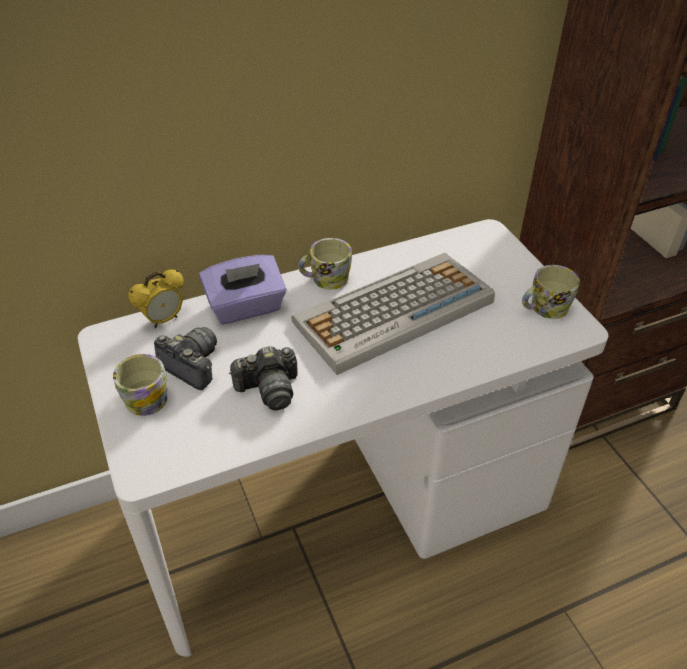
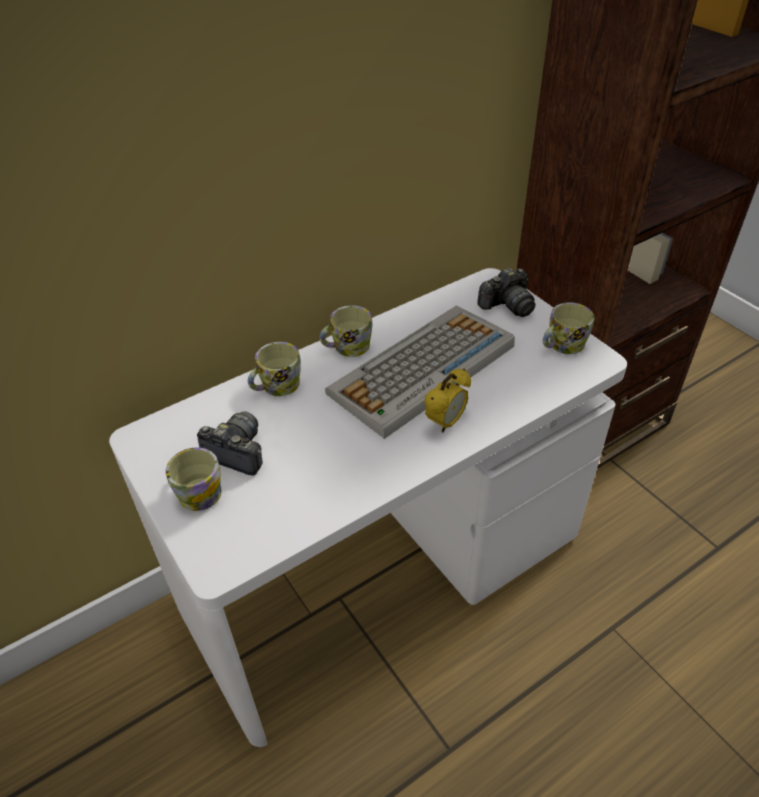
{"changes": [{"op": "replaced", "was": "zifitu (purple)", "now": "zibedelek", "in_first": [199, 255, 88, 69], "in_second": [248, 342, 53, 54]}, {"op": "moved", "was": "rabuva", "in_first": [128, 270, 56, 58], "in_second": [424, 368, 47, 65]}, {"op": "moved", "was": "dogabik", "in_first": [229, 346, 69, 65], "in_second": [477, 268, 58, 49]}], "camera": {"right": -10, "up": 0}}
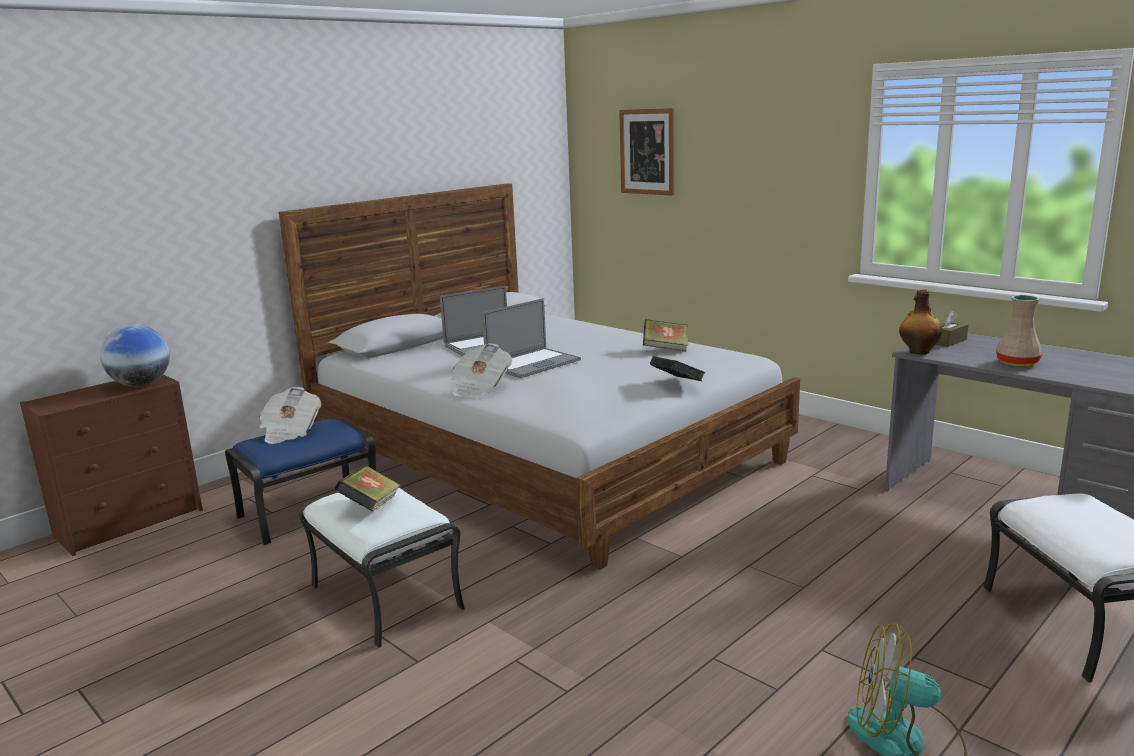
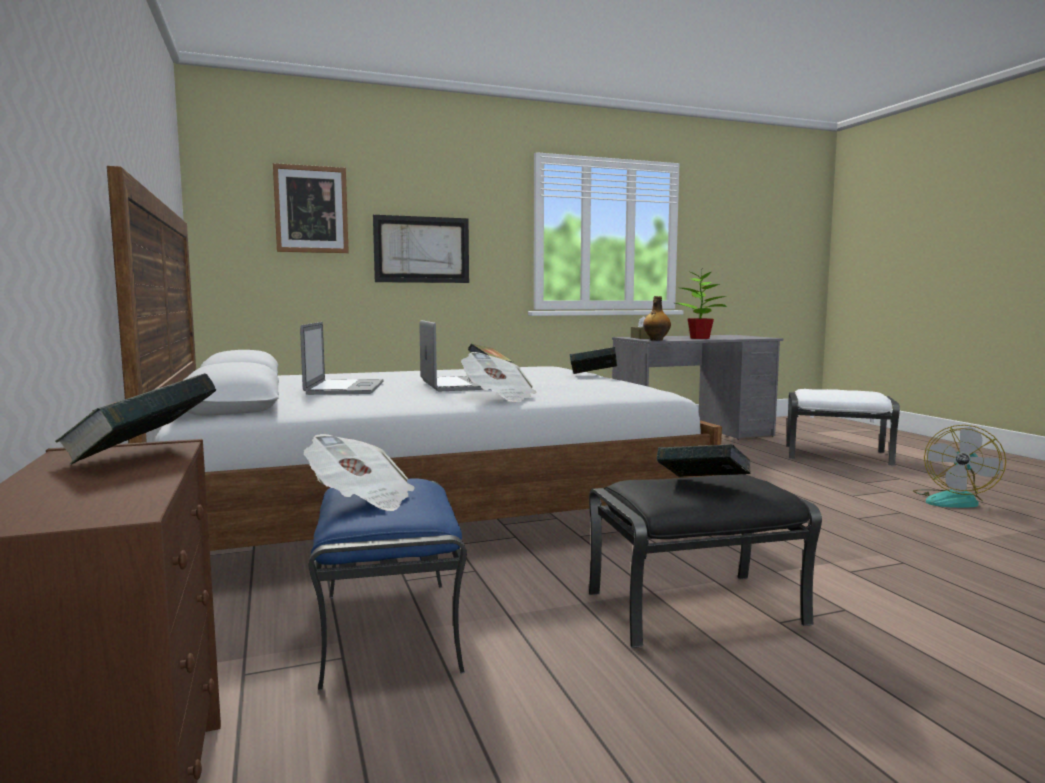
{"changes": [{"op": "replaced", "was": "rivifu", "now": "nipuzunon", "in_first": [100, 324, 70, 63], "in_second": [55, 373, 161, 92]}, {"op": "added", "now": "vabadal", "in_second": [373, 215, 96, 68]}, {"op": "recoloured", "was": "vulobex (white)", "now": "vulobex (black)", "in_first": [299, 487, 166, 161], "in_second": [589, 474, 233, 174]}, {"op": "replaced", "was": "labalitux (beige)", "now": "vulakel", "in_first": [996, 295, 46, 71], "in_second": [675, 270, 52, 69]}], "camera": {"right": -65, "up": -10}}
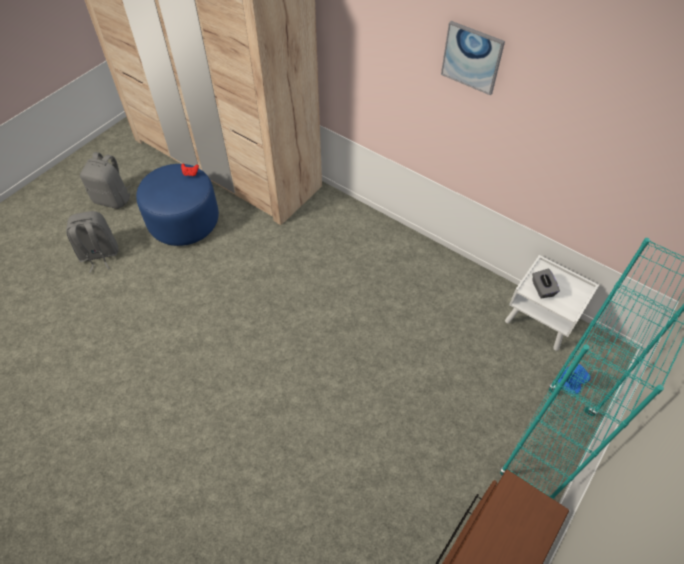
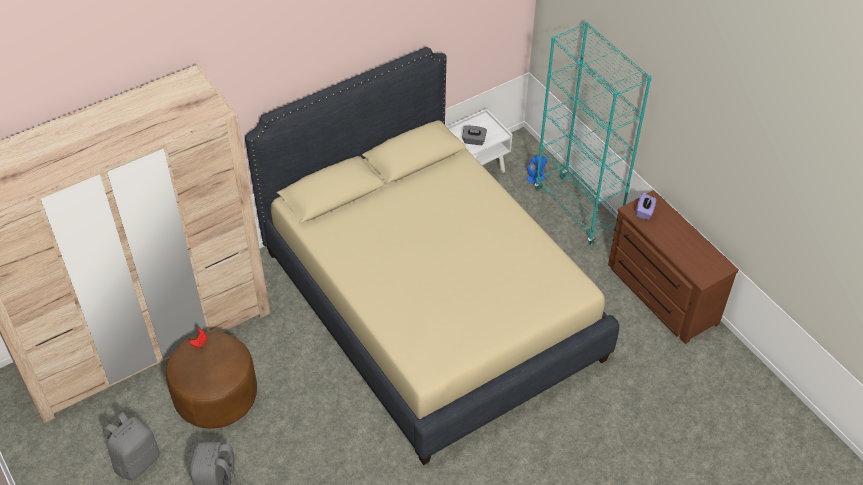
{"changes": [{"op": "recoloured", "was": "vulobex (blue)", "now": "vulobex (brown)", "in_first": [136, 164, 83, 82], "in_second": [166, 332, 91, 97]}, {"op": "added", "now": "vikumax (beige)", "in_second": [245, 47, 374, 418]}, {"op": "added", "now": "zifitu (purple)", "in_second": [636, 193, 20, 27]}, {"op": "removed", "was": "vabadal", "in_first": [441, 21, 64, 74]}], "camera": {"right": -70, "up": -5}}
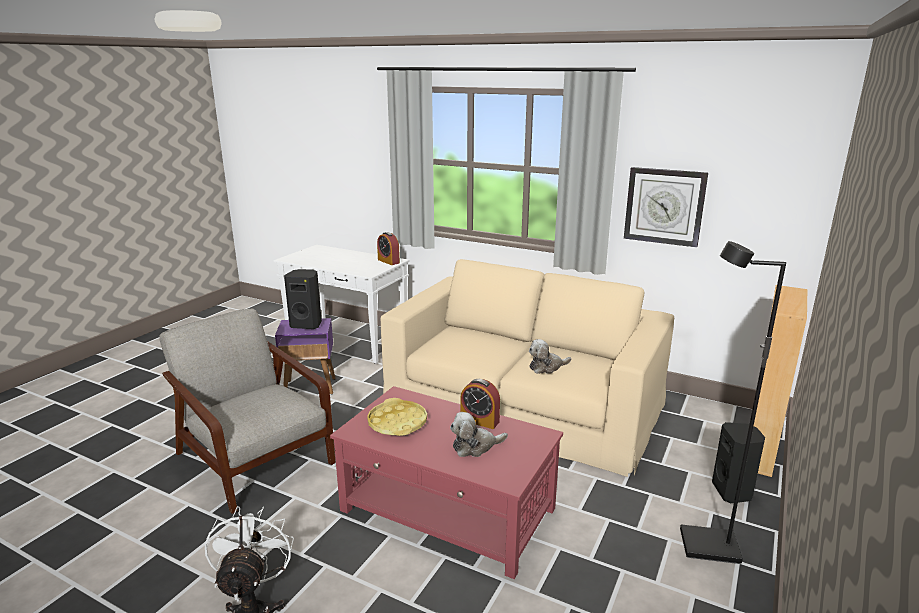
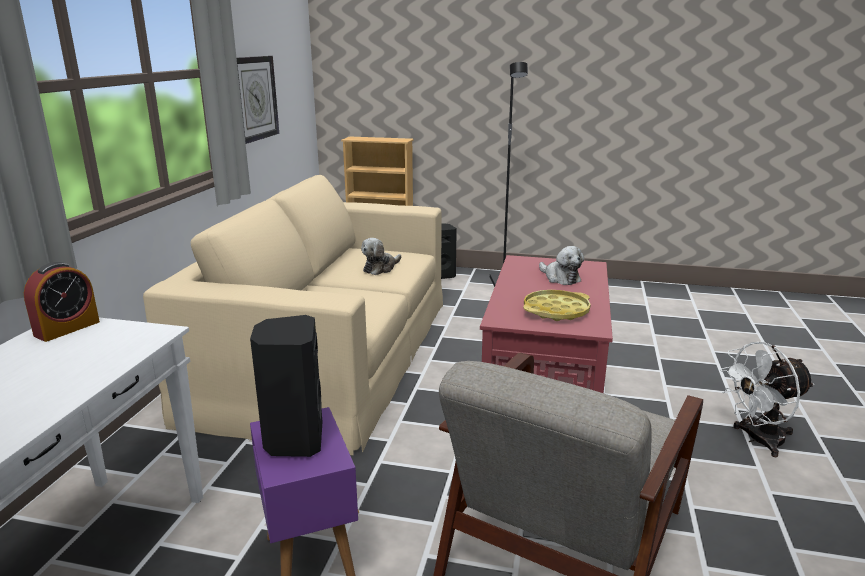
{"changes": [{"op": "turned", "was": "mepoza", "in_first": [529, 339, 42, 35], "in_second": [361, 238, 40, 37], "clockwise": 75}, {"op": "removed", "was": "rabuva", "in_first": [460, 379, 40, 50]}], "camera": {"right": -105, "up": 0}}
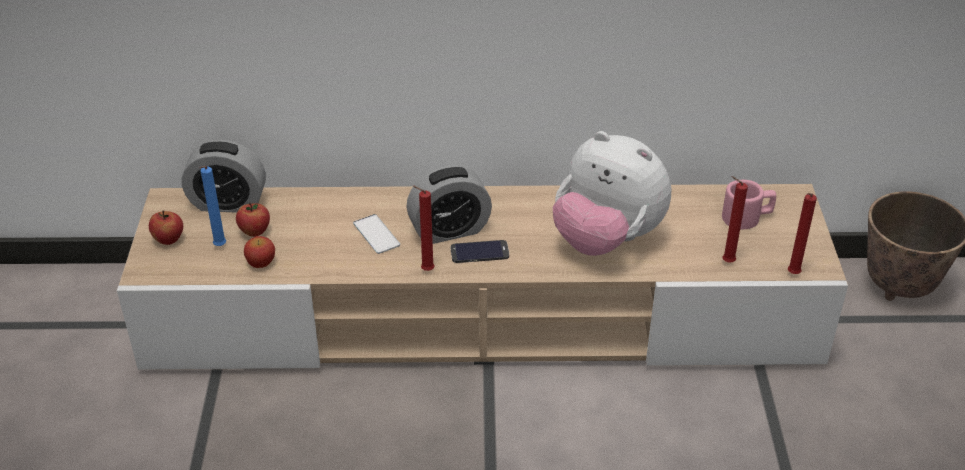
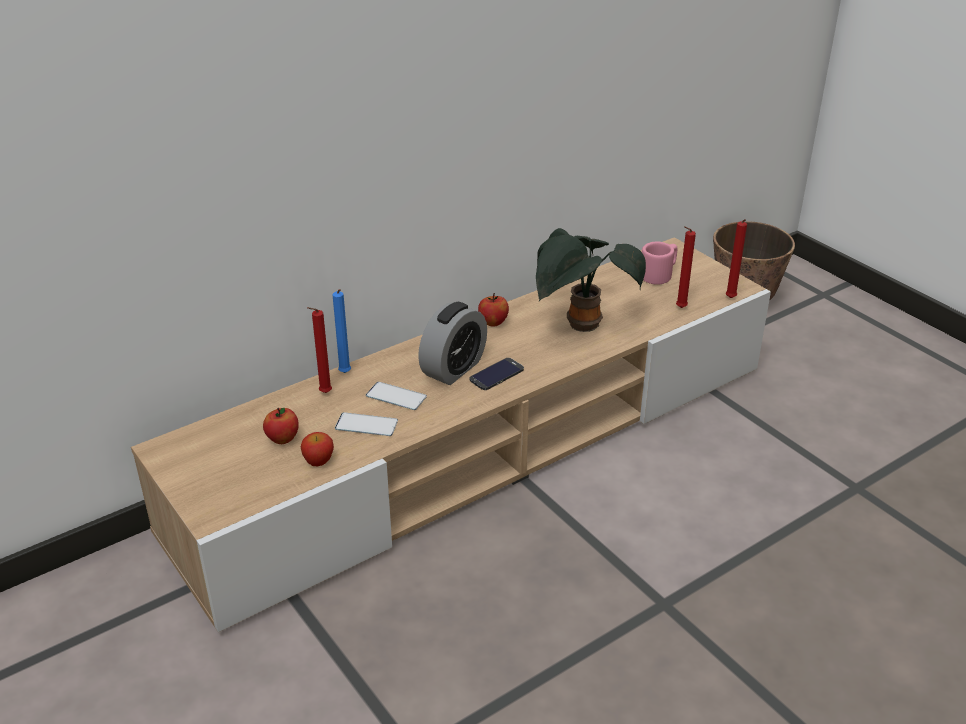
{"changes": [{"op": "moved", "was": "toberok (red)", "in_first": [413, 186, 22, 85], "in_second": [307, 307, 25, 86]}, {"op": "moved", "was": "toberok (blue)", "in_first": [200, 166, 26, 80], "in_second": [333, 289, 18, 84]}, {"op": "added", "now": "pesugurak", "in_second": [335, 412, 63, 24]}, {"op": "moved", "was": "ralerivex", "in_first": [149, 210, 34, 35], "in_second": [478, 293, 31, 34]}, {"op": "replaced", "was": "mepoza", "now": "vulakel", "in_first": [553, 131, 118, 125], "in_second": [536, 228, 110, 104]}, {"op": "removed", "was": "rabuva", "in_first": [182, 140, 84, 73]}], "camera": {"right": -35, "up": -5}}
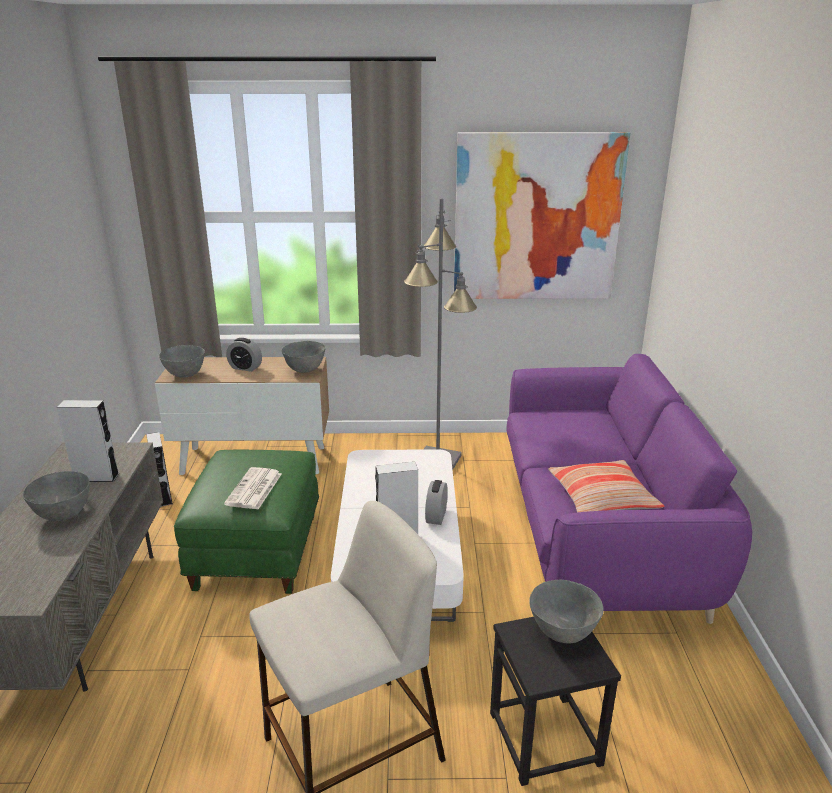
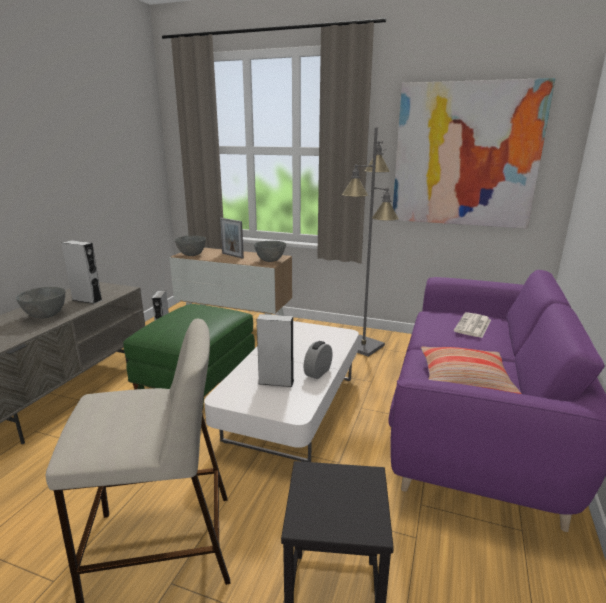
{"changes": [{"op": "replaced", "was": "rabuva", "now": "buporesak", "in_first": [226, 338, 36, 34], "in_second": [220, 218, 24, 41]}, {"op": "moved", "was": "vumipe", "in_first": [224, 467, 57, 42], "in_second": [454, 312, 37, 26]}, {"op": "removed", "was": "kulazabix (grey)", "in_first": [529, 580, 75, 64]}], "camera": {"right": 20, "up": -5}}
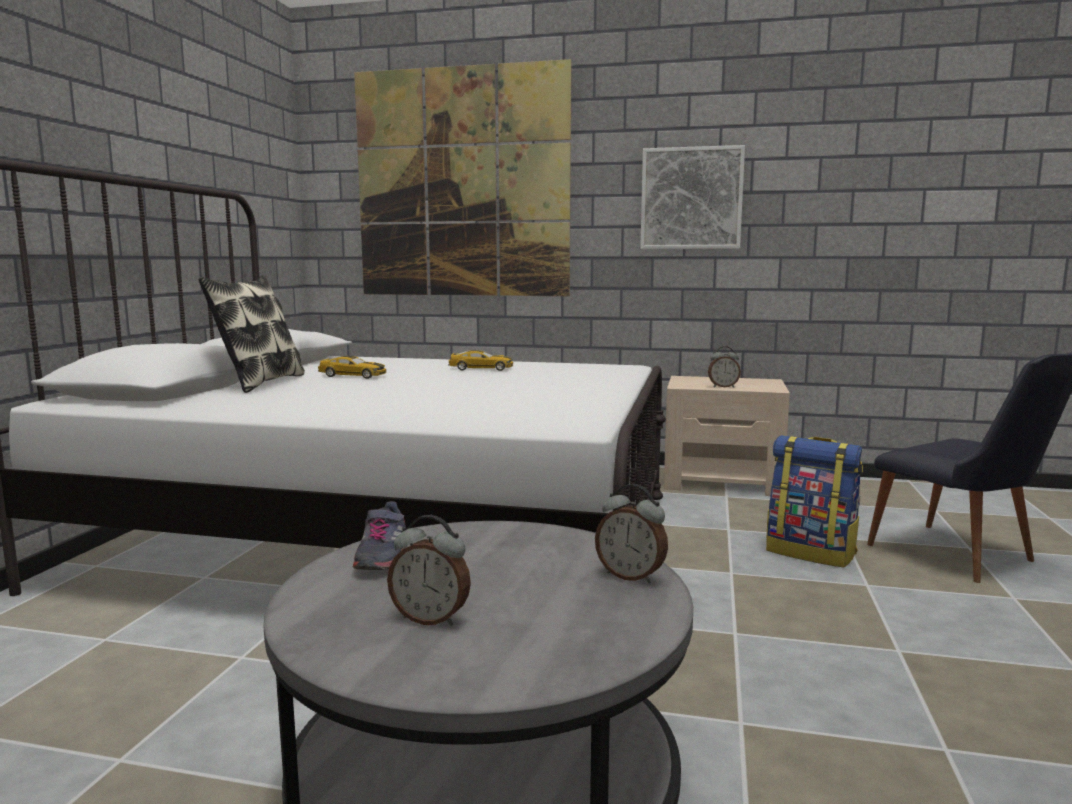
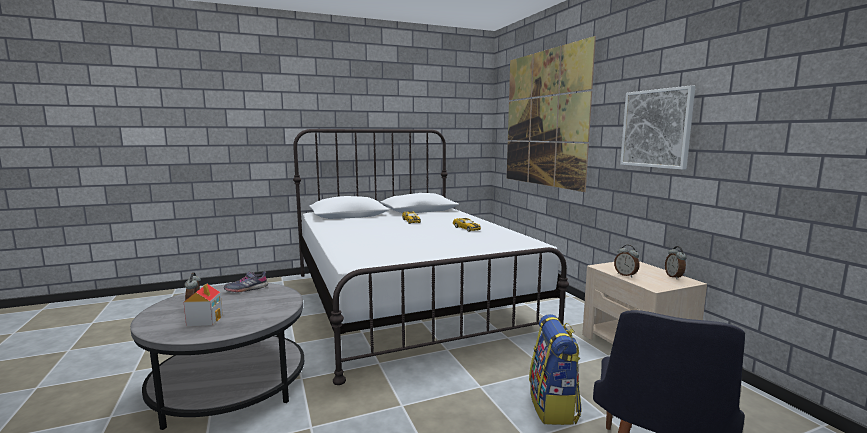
{"changes": [{"op": "added", "now": "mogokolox", "in_second": [184, 284, 39, 42]}, {"op": "moved", "was": "rabuva", "in_first": [595, 484, 73, 99], "in_second": [665, 246, 22, 33]}, {"op": "removed", "was": "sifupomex", "in_first": [198, 275, 107, 118]}], "camera": {"right": 55, "up": 0}}
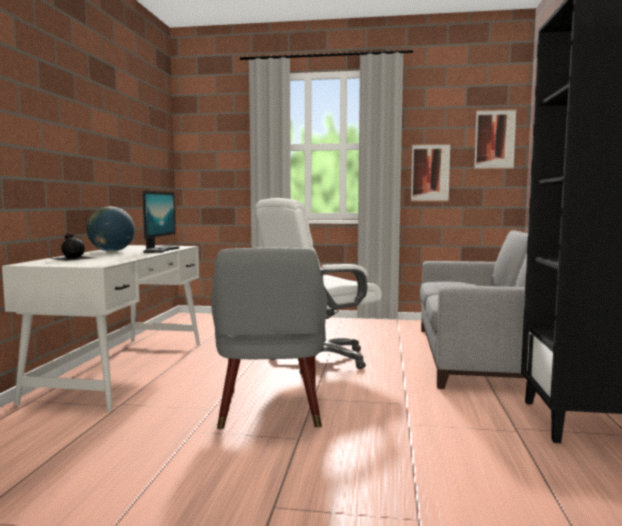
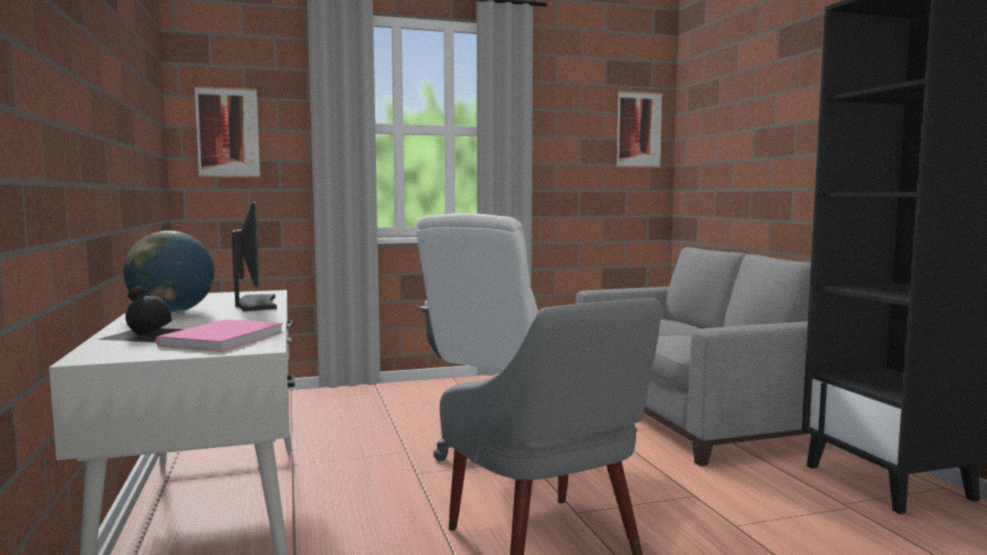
{"changes": [{"op": "added", "now": "nipuzunon (pink)", "in_second": [156, 319, 127, 33]}, {"op": "moved", "was": "vabadal", "in_first": [411, 144, 39, 57], "in_second": [194, 86, 66, 92]}], "camera": {"right": -25, "up": 0}}
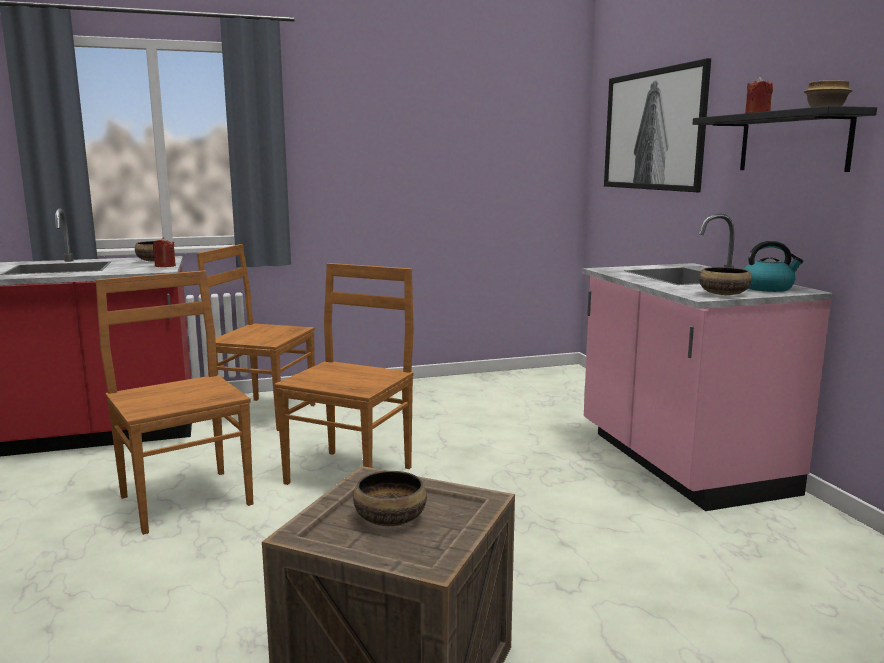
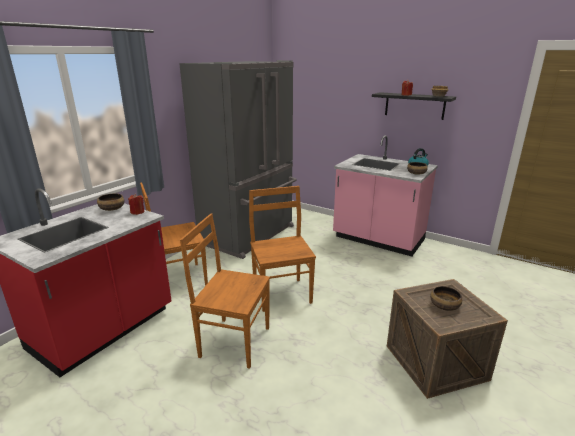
{"changes": [{"op": "added", "now": "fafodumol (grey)", "in_second": [179, 60, 118, 199]}, {"op": "removed", "was": "vabadal", "in_first": [604, 58, 107, 134]}], "camera": {"right": -40, "up": 10}}
